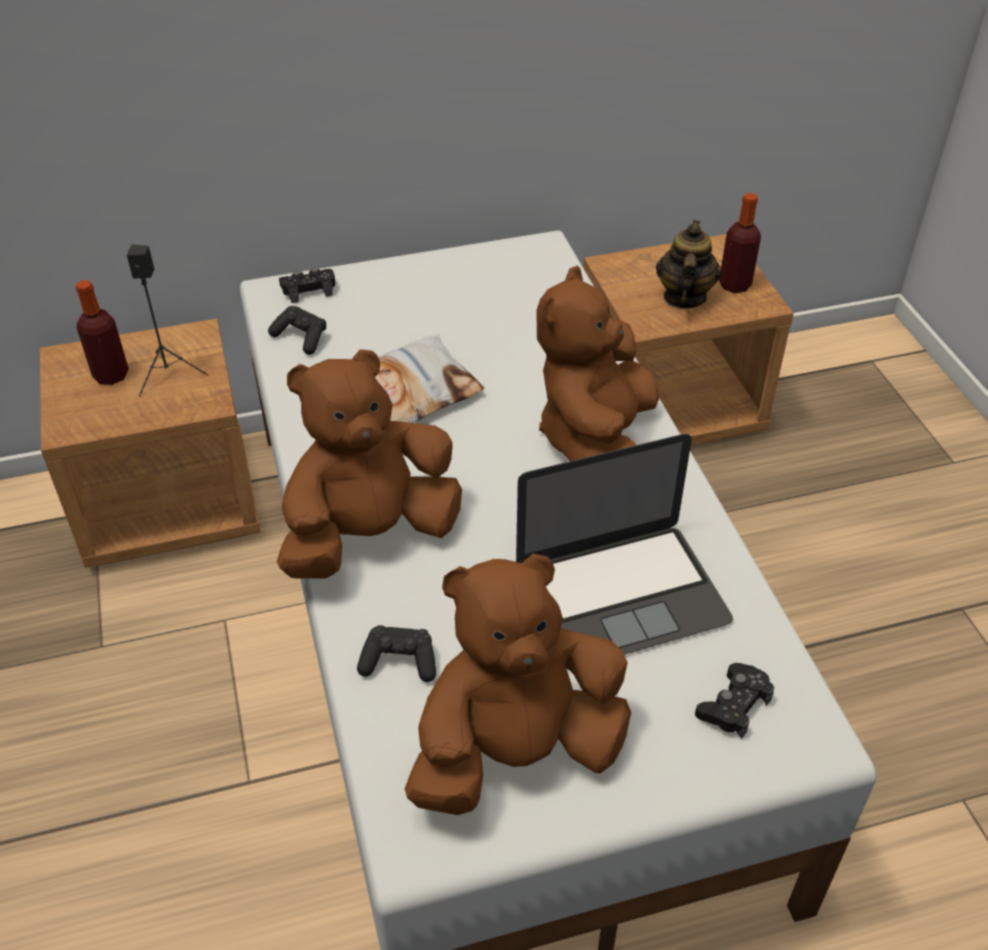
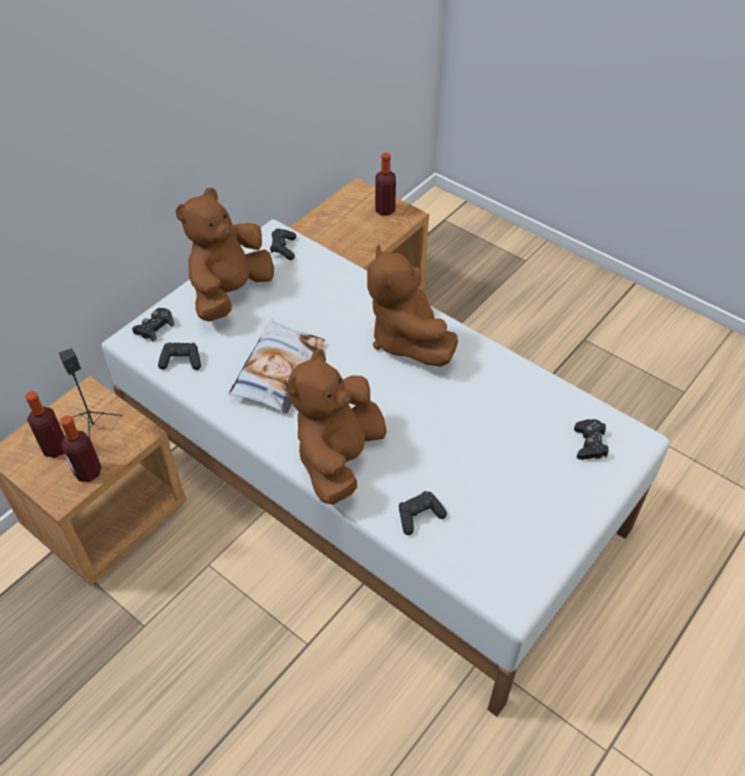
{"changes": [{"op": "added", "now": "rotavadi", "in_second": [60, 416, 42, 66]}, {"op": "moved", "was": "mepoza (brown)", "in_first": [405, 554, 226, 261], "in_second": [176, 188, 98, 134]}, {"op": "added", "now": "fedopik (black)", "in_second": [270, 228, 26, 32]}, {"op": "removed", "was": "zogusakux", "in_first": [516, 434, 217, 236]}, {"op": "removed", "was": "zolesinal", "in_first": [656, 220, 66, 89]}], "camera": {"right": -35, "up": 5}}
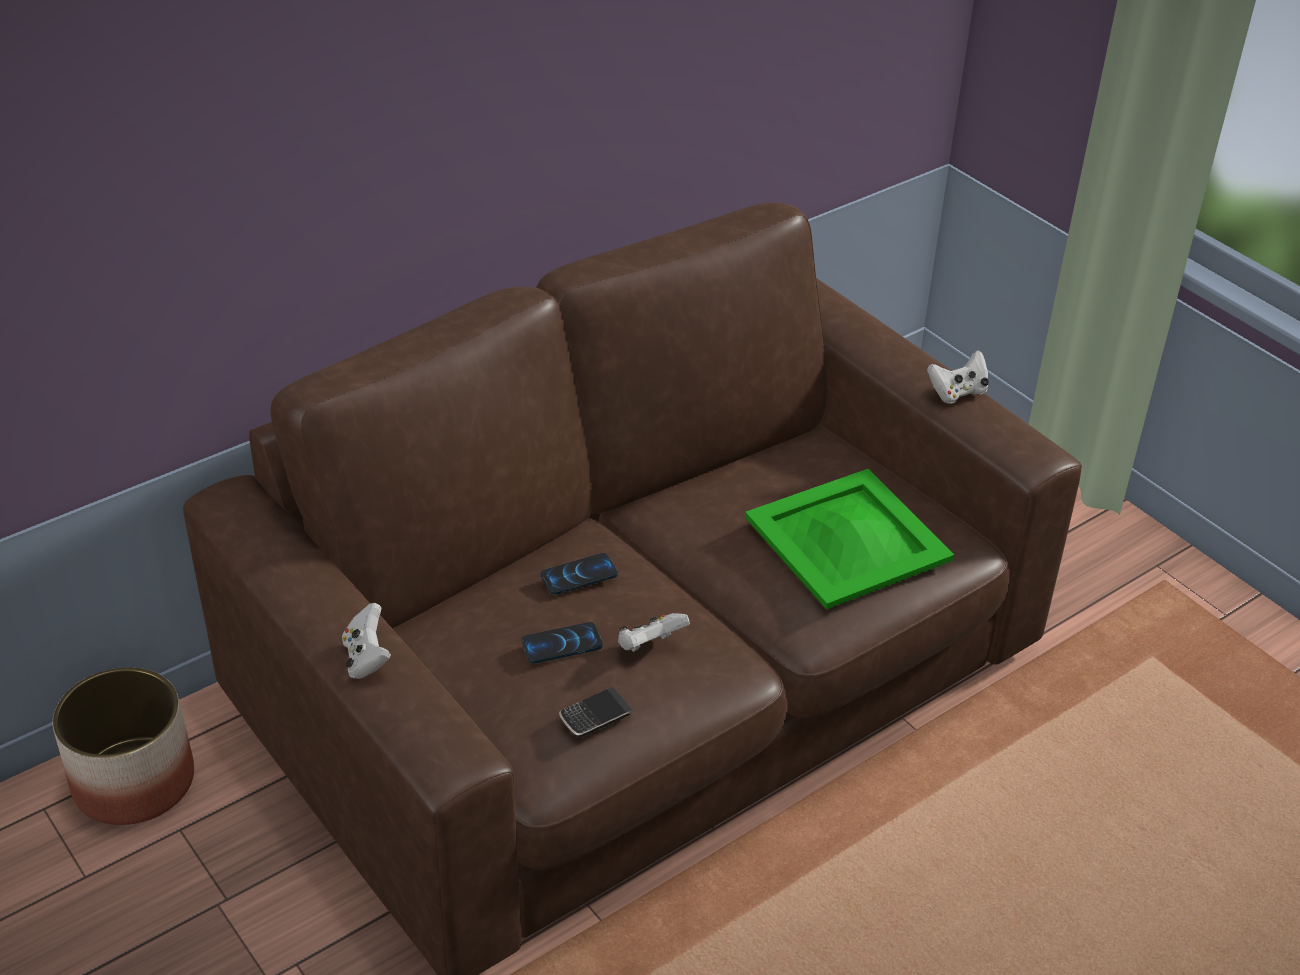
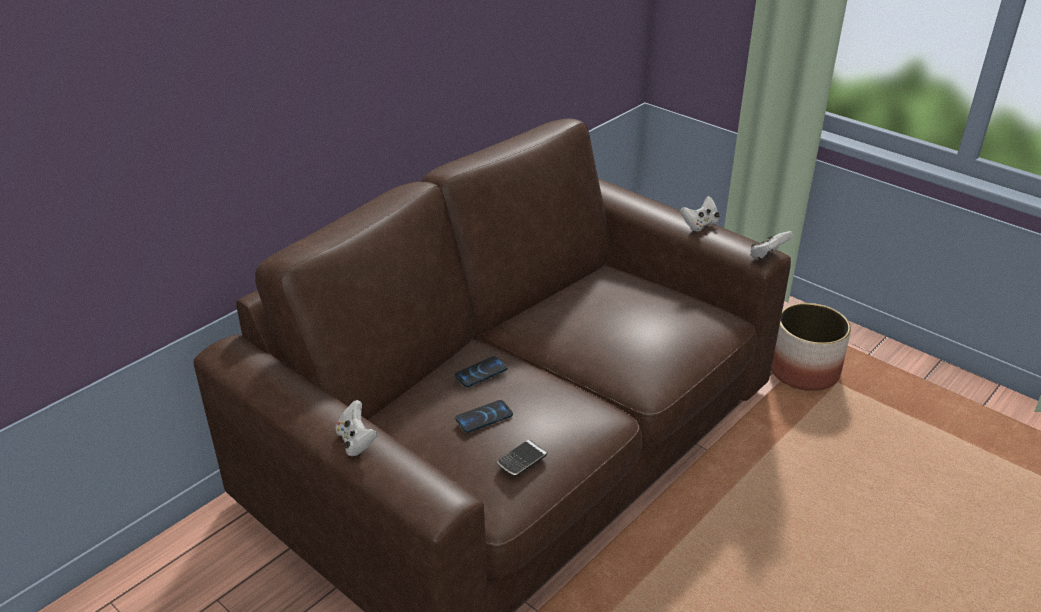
{"changes": [{"op": "moved", "was": "fedopik (white)", "in_first": [618, 613, 72, 39], "in_second": [750, 231, 43, 28]}, {"op": "moved", "was": "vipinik", "in_first": [53, 667, 141, 158], "in_second": [771, 303, 80, 88]}, {"op": "removed", "was": "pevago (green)", "in_first": [745, 469, 209, 140]}], "camera": {"right": -10, "up": -5}}
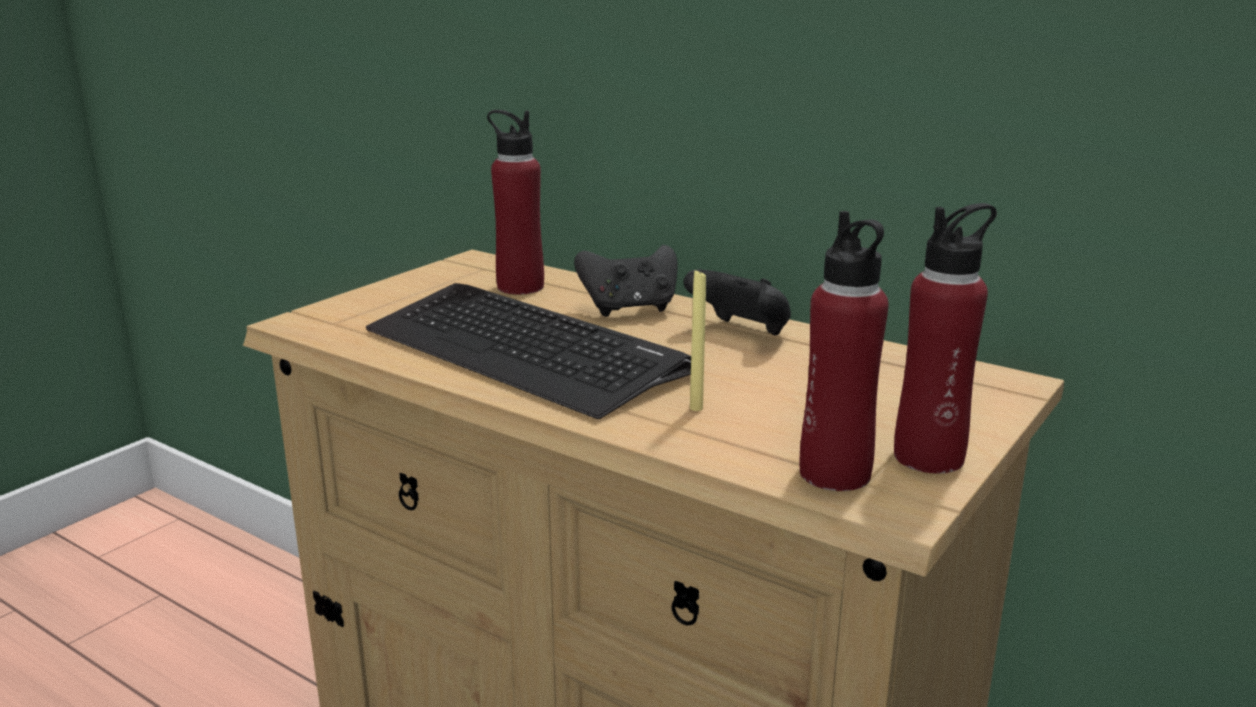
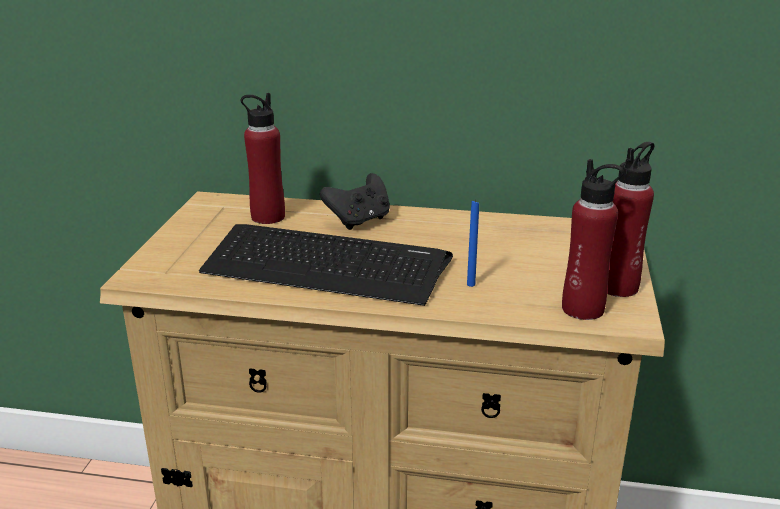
{"changes": [{"op": "recoloured", "was": "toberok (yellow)", "now": "toberok (blue)", "in_first": [690, 269, 16, 142], "in_second": [467, 199, 12, 88]}, {"op": "removed", "was": "fedopik (black)", "in_first": [683, 269, 108, 66]}], "camera": {"right": -25, "up": 5}}
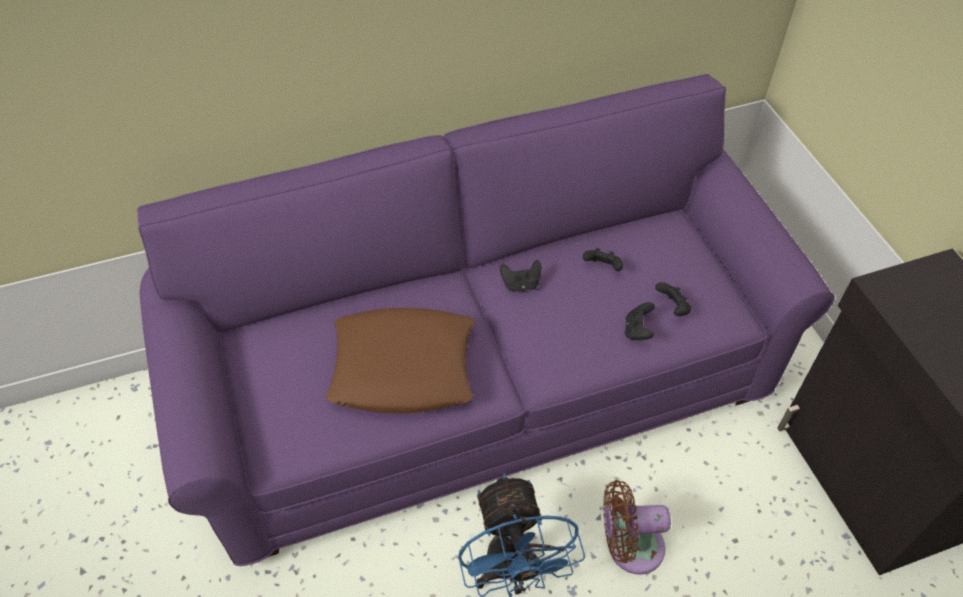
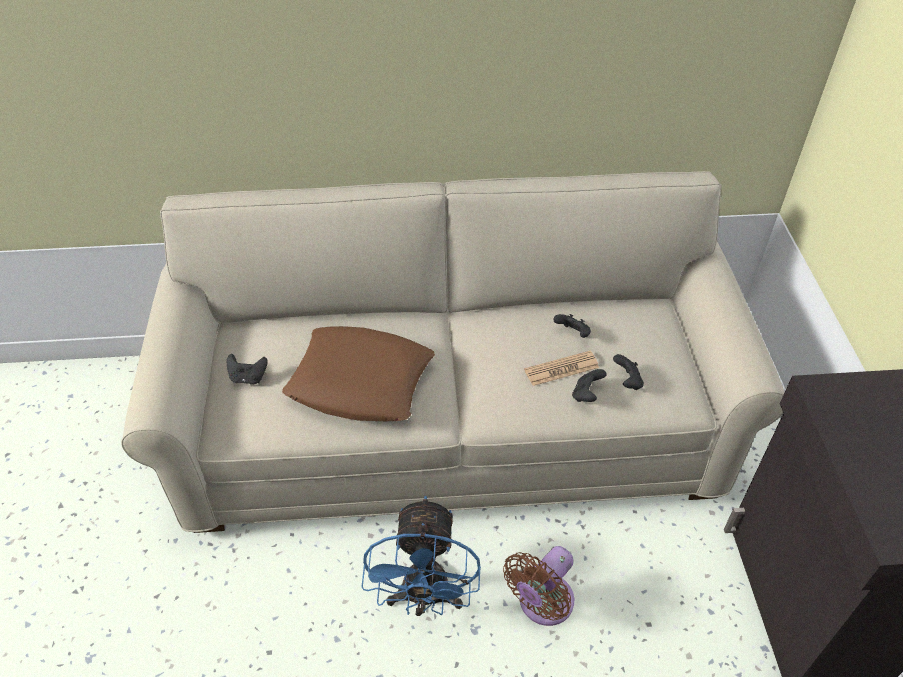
{"changes": [{"op": "recoloured", "was": "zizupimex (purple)", "now": "zizupimex (beige)", "in_first": [137, 74, 698, 492], "in_second": [121, 171, 664, 362]}, {"op": "moved", "was": "fedopik (black)", "in_first": [500, 260, 41, 32], "in_second": [227, 354, 41, 31]}, {"op": "turned", "was": "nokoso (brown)", "in_first": [603, 480, 68, 95], "in_second": [503, 546, 71, 80], "clockwise": -60}, {"op": "added", "now": "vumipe", "in_second": [524, 351, 75, 35]}], "camera": {"right": 15, "up": -5}}
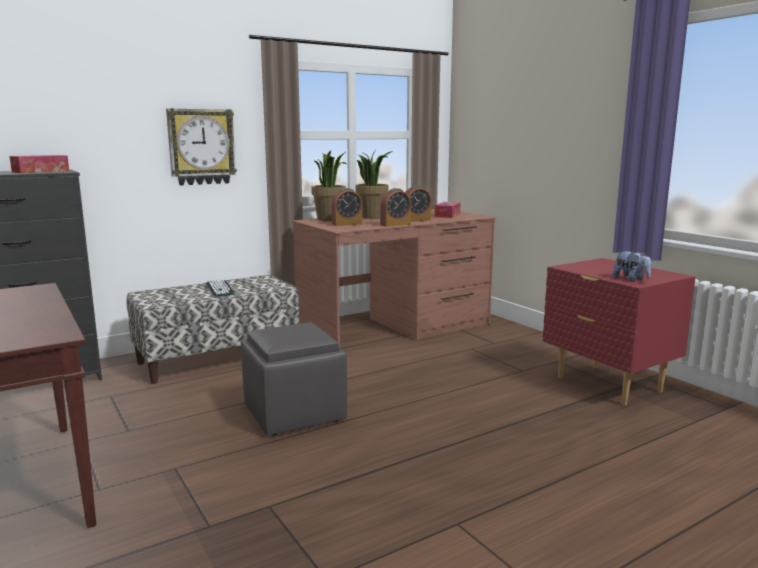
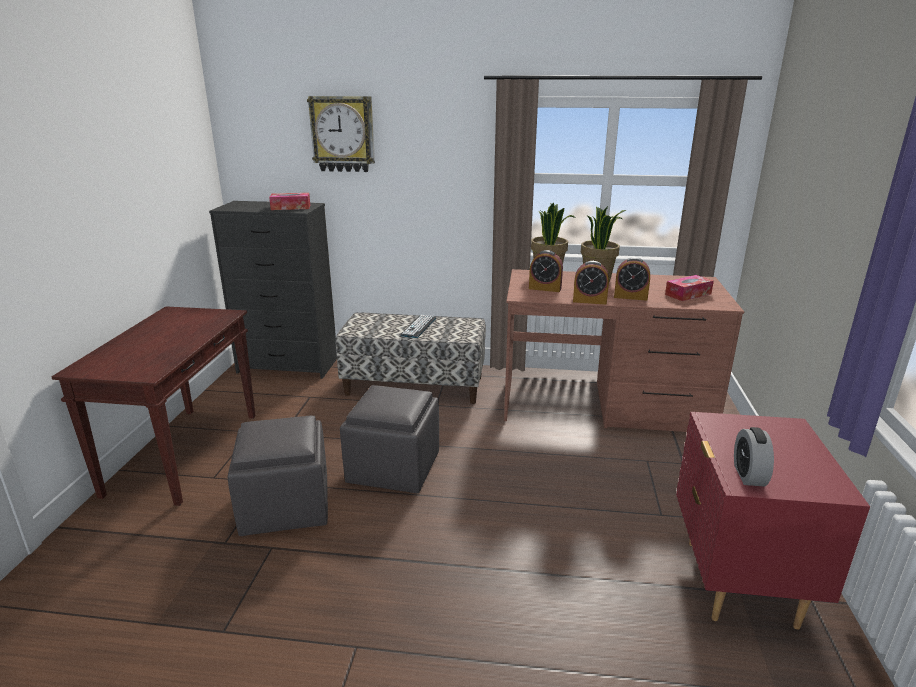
{"changes": [{"op": "added", "now": "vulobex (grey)", "in_second": [228, 415, 100, 121]}, {"op": "moved", "was": "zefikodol", "in_first": [166, 108, 71, 77], "in_second": [307, 96, 68, 76]}, {"op": "replaced", "was": "mepoza", "now": "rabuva", "in_first": [613, 251, 38, 31], "in_second": [734, 427, 40, 59]}], "camera": {"right": 40, "up": 10}}
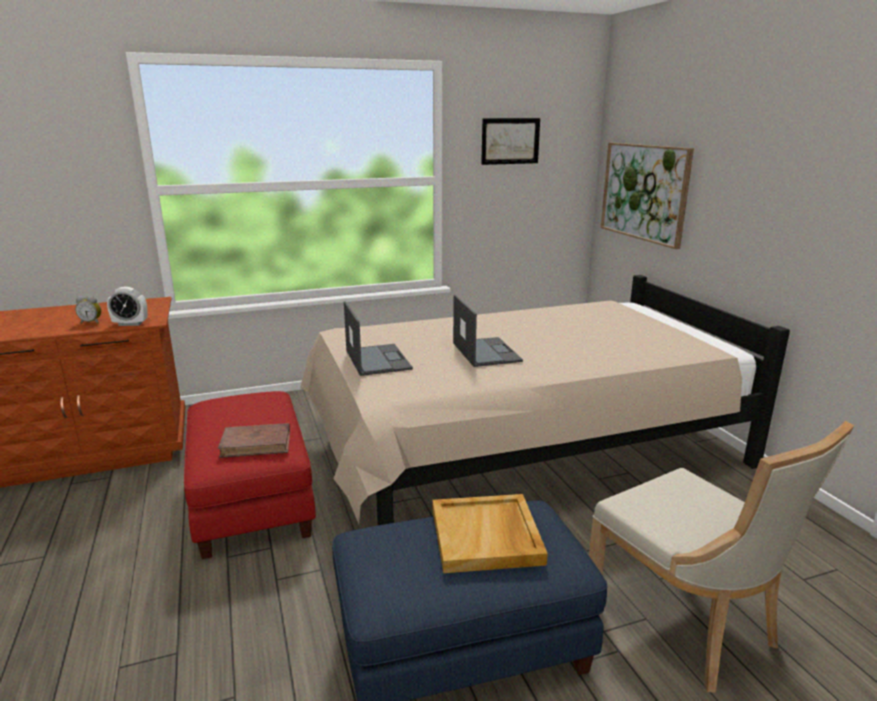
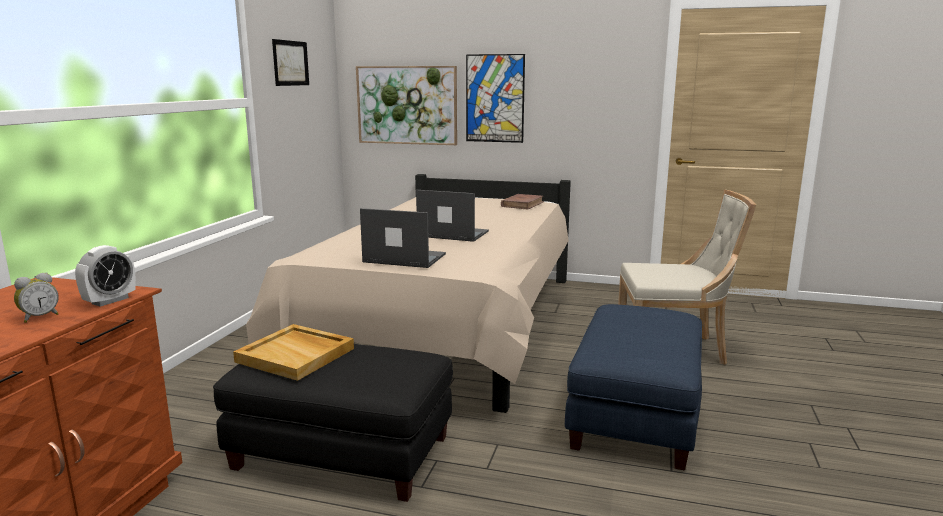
{"changes": [{"op": "recoloured", "was": "vulobex (red)", "now": "vulobex (black)", "in_first": [184, 391, 132, 168], "in_second": [213, 344, 240, 158]}, {"op": "moved", "was": "pevago (beige)", "in_first": [432, 494, 116, 79], "in_second": [233, 324, 121, 57]}, {"op": "added", "now": "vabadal", "in_second": [466, 54, 59, 89]}, {"op": "moved", "was": "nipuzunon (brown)", "in_first": [218, 423, 72, 35], "in_second": [501, 194, 43, 15]}], "camera": {"right": -55, "up": -5}}
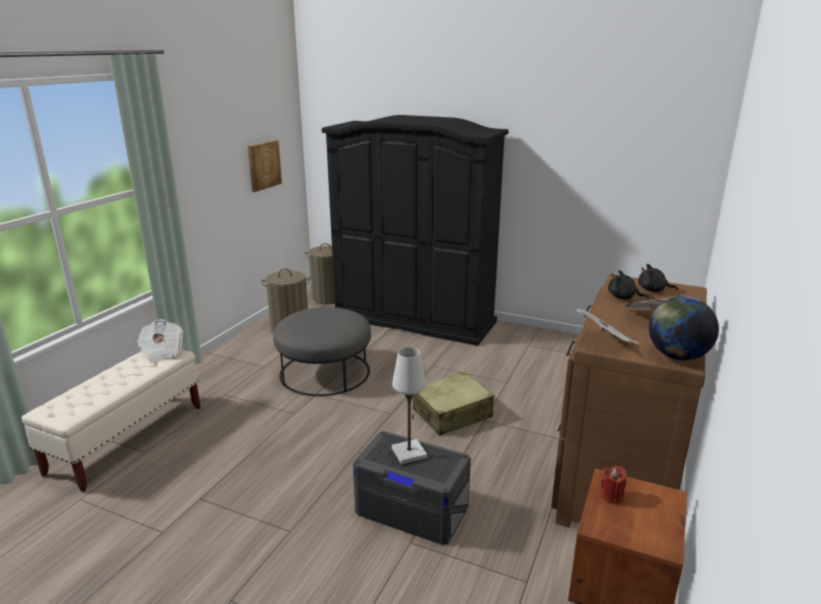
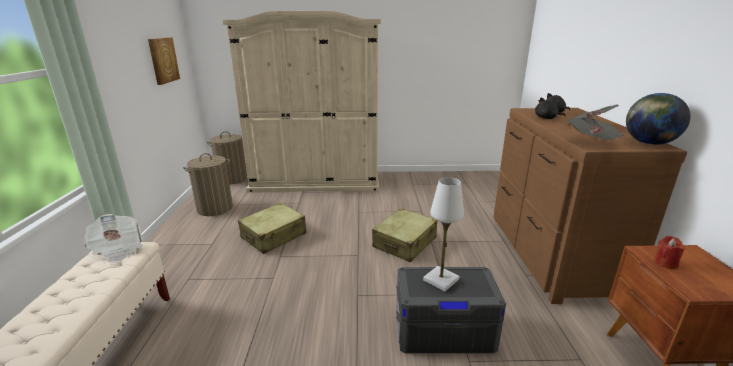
{"changes": [{"op": "recoloured", "was": "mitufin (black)", "now": "mitufin (beige)", "in_first": [322, 115, 187, 231], "in_second": [223, 11, 158, 182]}, {"op": "replaced", "was": "vulobex (grey)", "now": "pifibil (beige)", "in_first": [273, 307, 98, 89], "in_second": [238, 203, 69, 51]}], "camera": {"right": -25, "up": 0}}
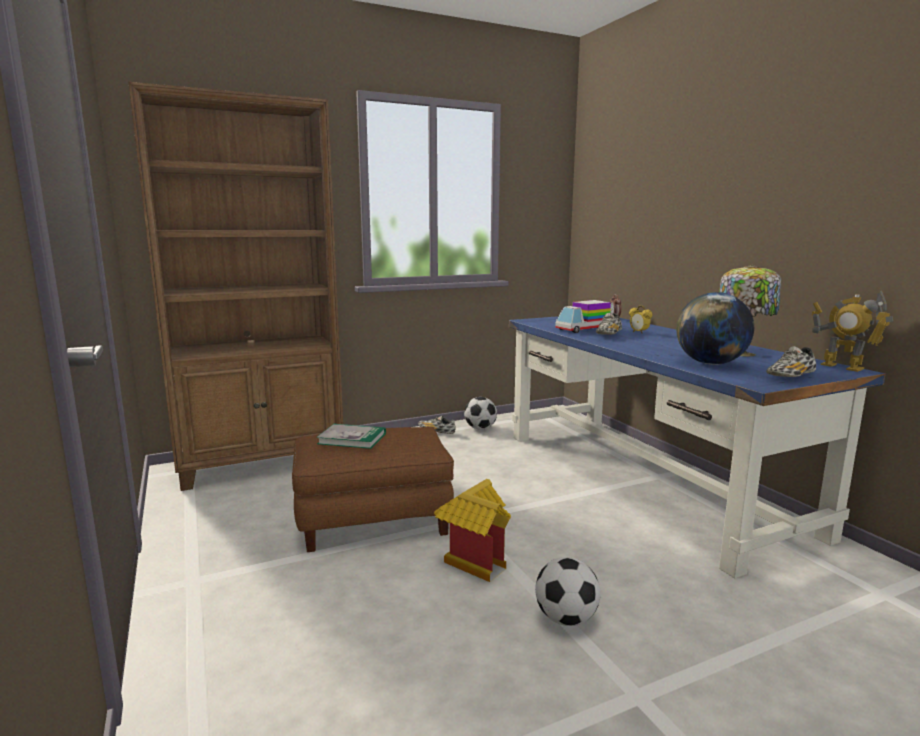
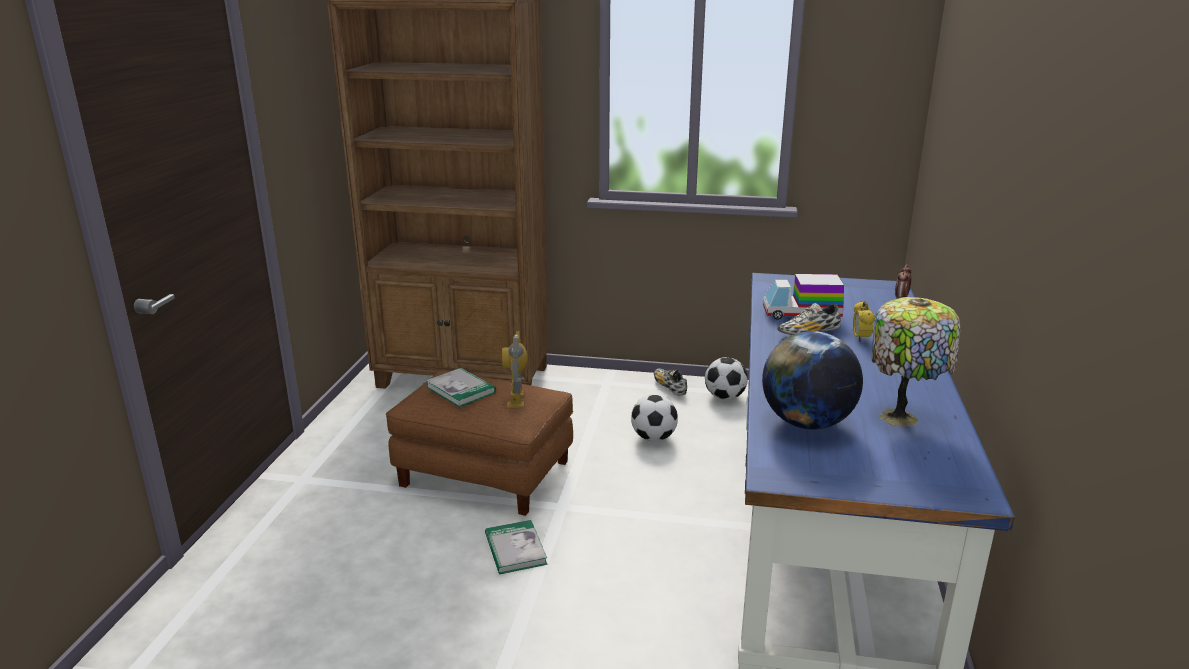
{"changes": [{"op": "replaced", "was": "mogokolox", "now": "nipuzunon", "in_first": [434, 479, 77, 103], "in_second": [485, 520, 63, 54]}, {"op": "moved", "was": "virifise", "in_first": [812, 291, 81, 81], "in_second": [502, 331, 26, 77]}, {"op": "moved", "was": "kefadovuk", "in_first": [535, 557, 66, 69], "in_second": [631, 394, 47, 48]}, {"op": "removed", "was": "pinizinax", "in_first": [766, 346, 50, 31]}], "camera": {"right": 35, "up": 10}}
